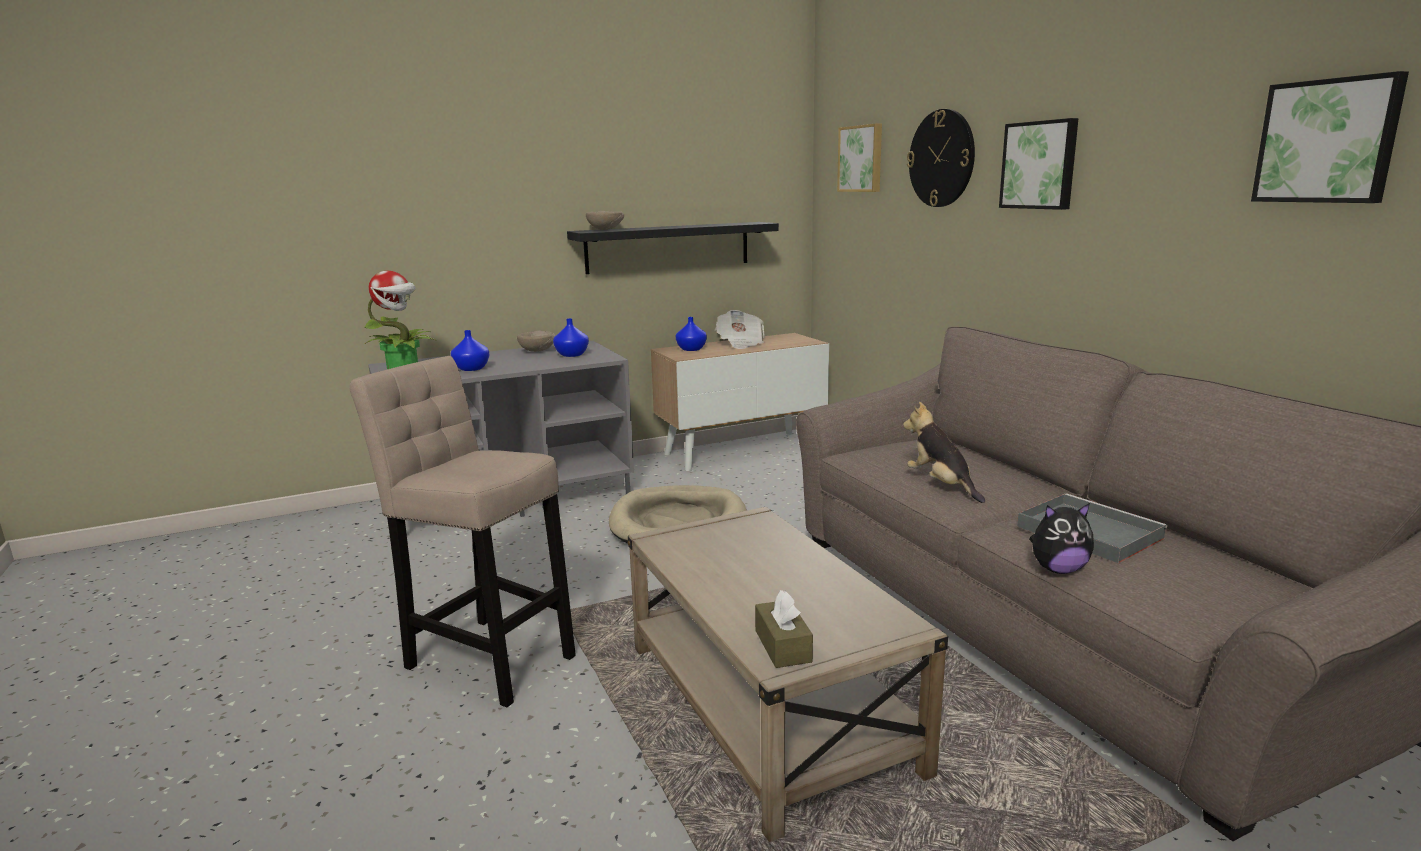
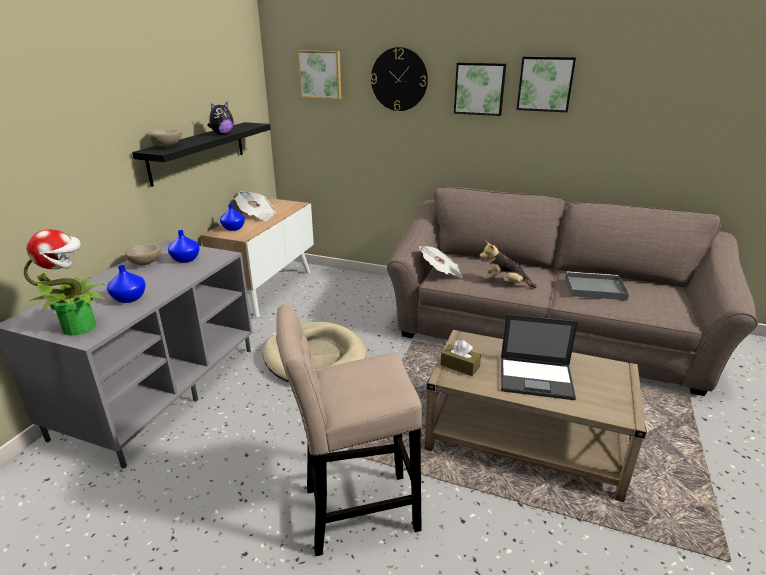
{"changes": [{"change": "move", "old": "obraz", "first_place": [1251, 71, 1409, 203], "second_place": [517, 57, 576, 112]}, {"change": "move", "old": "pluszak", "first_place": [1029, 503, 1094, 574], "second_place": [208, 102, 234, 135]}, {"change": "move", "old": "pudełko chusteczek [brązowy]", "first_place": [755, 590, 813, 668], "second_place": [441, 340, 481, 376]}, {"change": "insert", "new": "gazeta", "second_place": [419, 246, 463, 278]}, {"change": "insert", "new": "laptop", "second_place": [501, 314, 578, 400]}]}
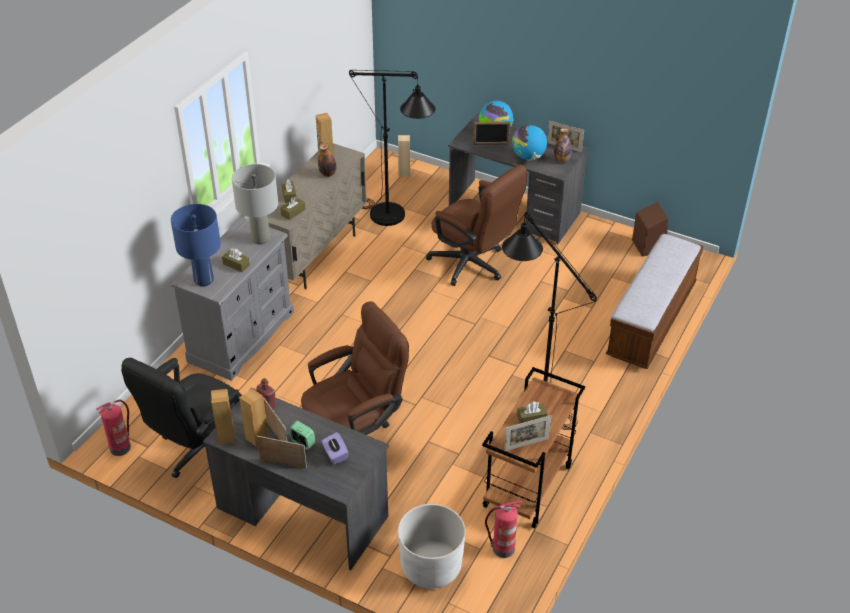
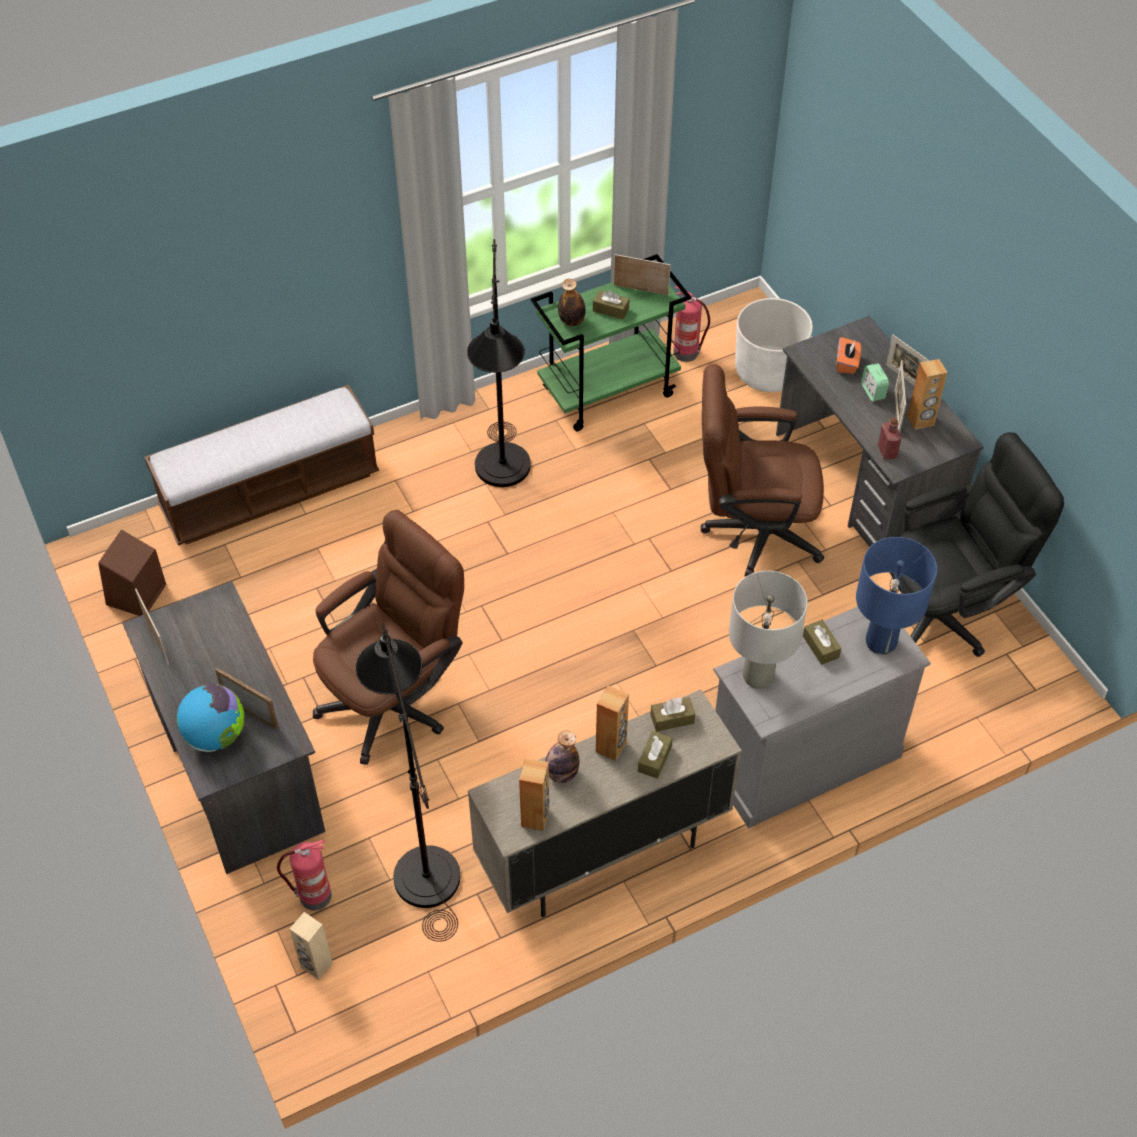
{"changes": [{"change": "delete", "old": "globus", "first_place": [512, 125, 547, 161]}, {"change": "move", "old": "butelka", "first_place": [554, 128, 572, 163], "second_place": [558, 279, 586, 326]}, {"change": "rotate", "old": "krzesło biurowe [brązowy]", "first_place": [426, 165, 528, 286], "second_place": [313, 510, 464, 765], "degrees": 60}, {"change": "recolor", "old": "wózek [brązowy]", "new": "wózek [zielony]", "first_place": [482, 367, 585, 528], "second_place": [531, 254, 691, 431]}, {"change": "move", "old": "głośnik [brązowy]", "first_place": [211, 389, 234, 445], "second_place": [596, 686, 629, 761]}, {"change": "move", "old": "gaśnica", "first_place": [96, 400, 131, 456], "second_place": [277, 840, 331, 910]}, {"change": "recolor", "old": "pudełko chusteczek [fioletowy]", "new": "pudełko chusteczek [pomarańczowy]", "first_place": [322, 432, 348, 465], "second_place": [837, 337, 861, 374]}]}
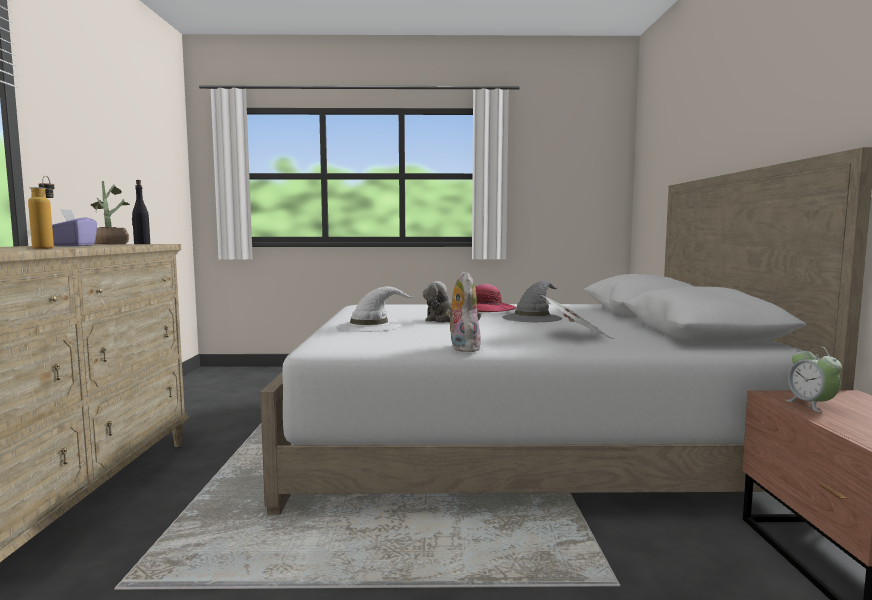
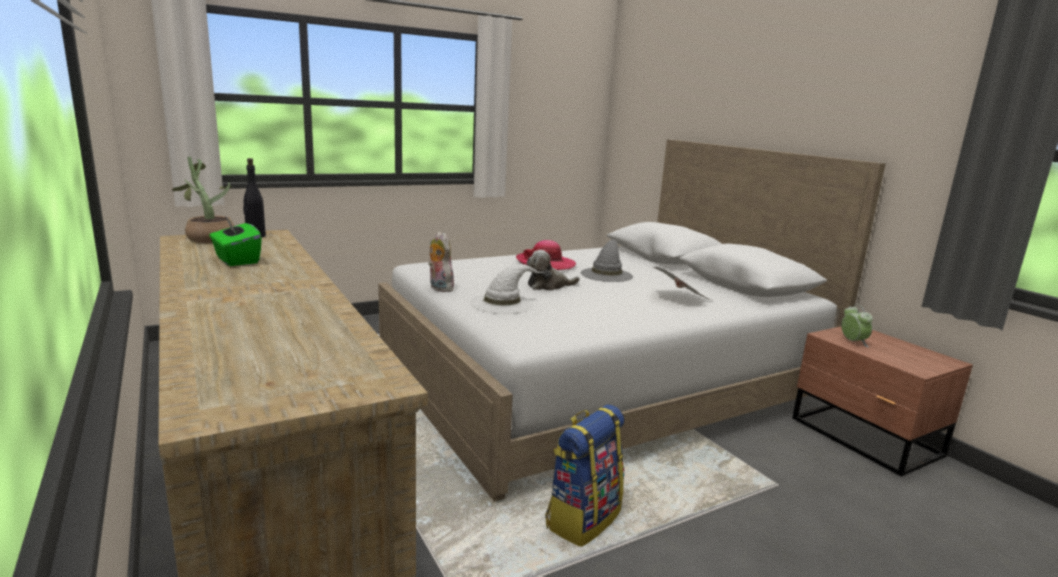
{"changes": [{"change": "delete", "old": "butelka", "first_place": [28, 176, 55, 249]}, {"change": "recolor", "old": "pudełko chusteczek [fioletowy]", "new": "pudełko chusteczek [zielony]", "first_place": [52, 209, 97, 246], "second_place": [209, 216, 262, 266]}, {"change": "move", "old": "pluszak", "first_place": [446, 271, 481, 352], "second_place": [428, 232, 456, 292]}, {"change": "rotate", "old": "budzik", "first_place": [786, 345, 842, 412], "second_place": [841, 304, 873, 348], "degrees": -150}, {"change": "insert", "new": "plecak", "second_place": [545, 404, 624, 547]}]}
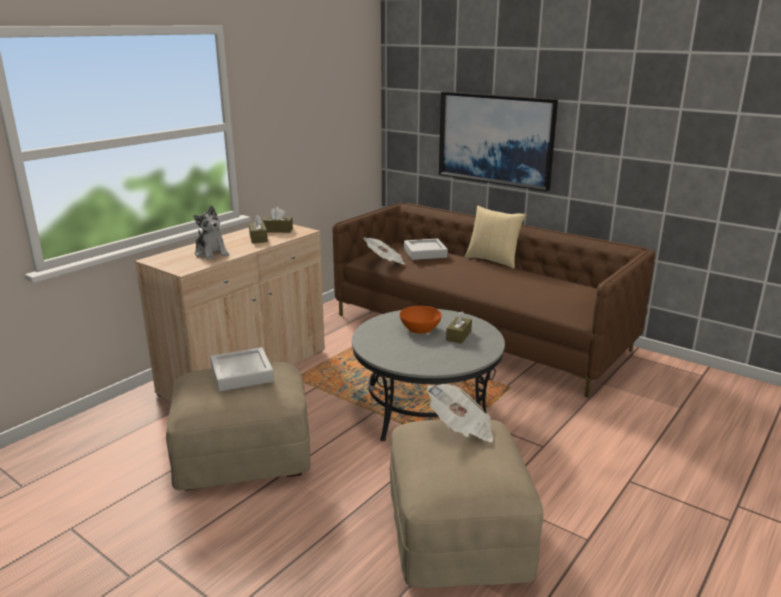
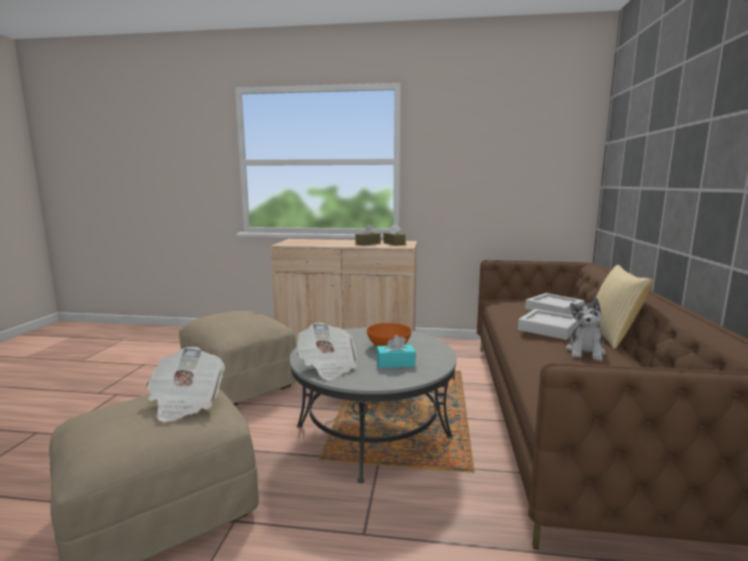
{"changes": [{"change": "delete", "old": "obraz", "first_place": [439, 91, 558, 191]}, {"change": "move", "old": "pluszak", "first_place": [193, 205, 229, 260], "second_place": [566, 298, 606, 361]}, {"change": "move", "old": "gazeta", "first_place": [363, 238, 405, 265], "second_place": [296, 323, 358, 380]}, {"change": "recolor", "old": "pudełko chusteczek [brązowy]", "new": "pudełko chusteczek [turkusowy]", "first_place": [446, 312, 472, 344], "second_place": [377, 335, 416, 368]}, {"change": "move", "old": "taca [szary]", "first_place": [210, 347, 274, 392], "second_place": [518, 309, 580, 340]}]}
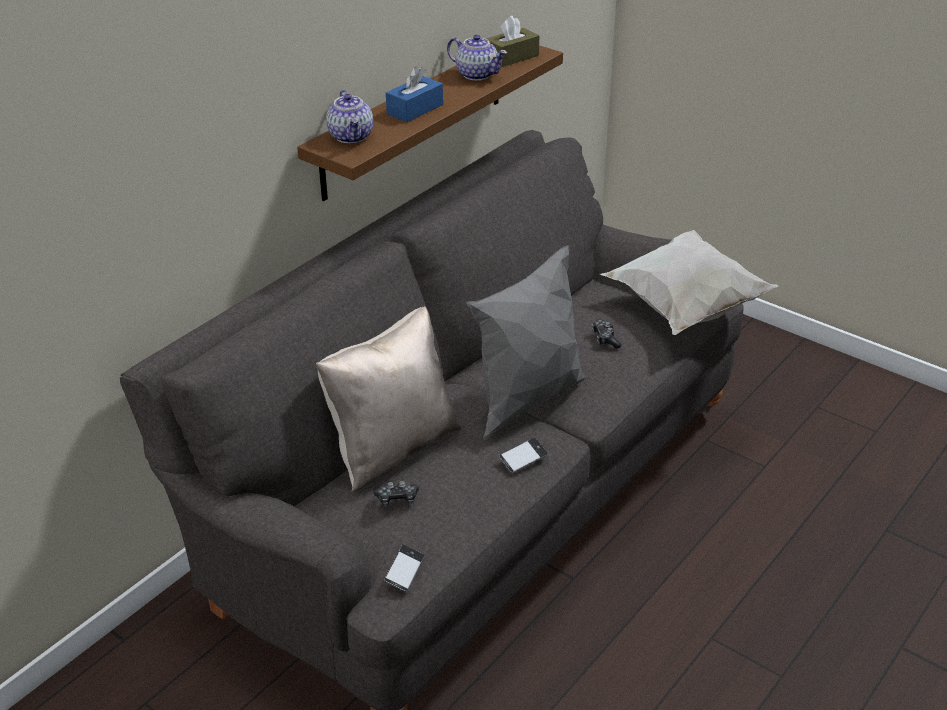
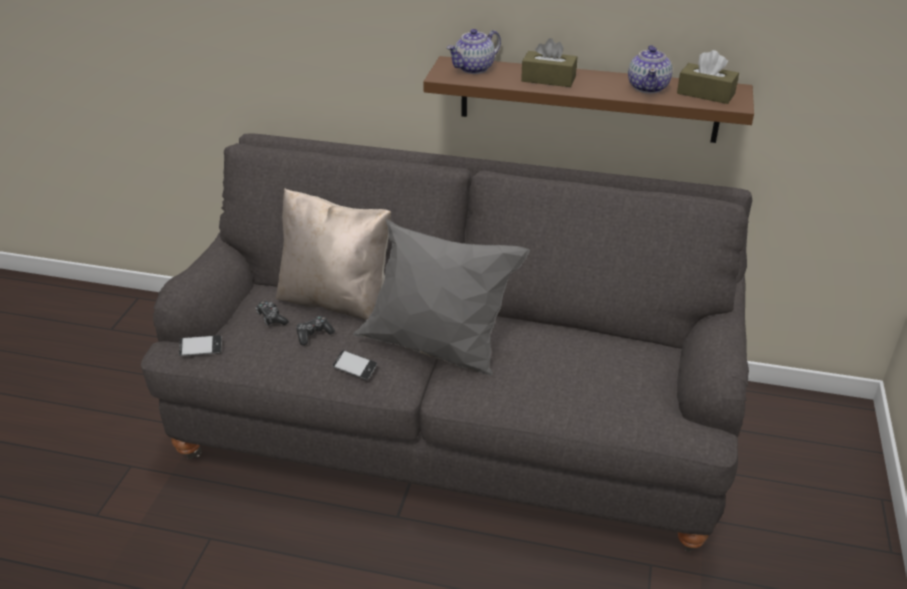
{"changes": [{"change": "recolor", "old": "pudełko chusteczek [niebieski]", "new": "pudełko chusteczek [brązowy]", "first_place": [386, 67, 443, 122], "second_place": [521, 38, 577, 87]}, {"change": "delete", "old": "poduszka [biały]", "first_place": [600, 230, 778, 335]}, {"change": "move", "old": "pad do gier", "first_place": [592, 319, 621, 349], "second_place": [296, 316, 335, 345]}]}
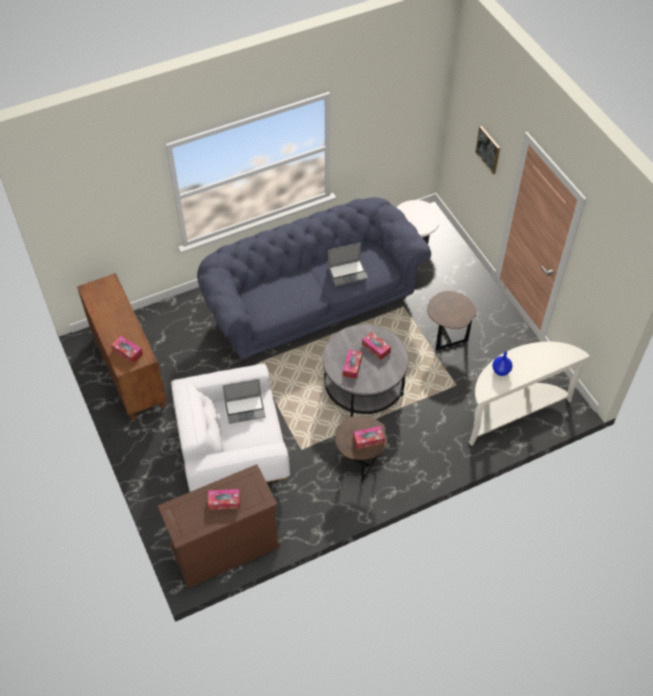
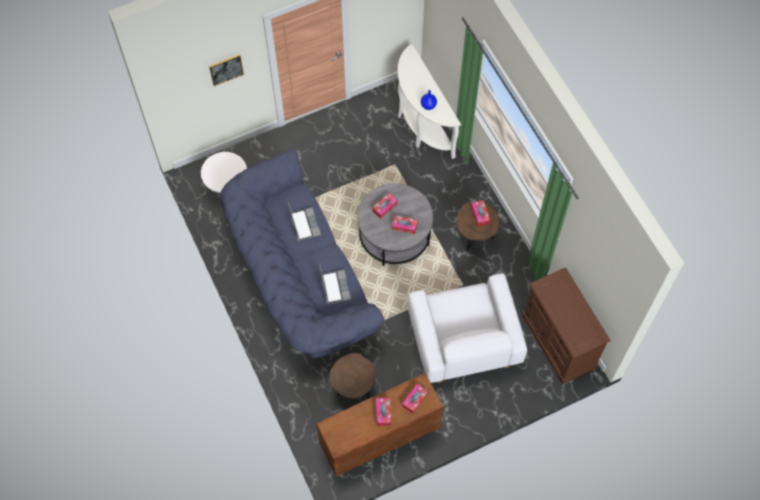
{"changes": [{"change": "move", "old": "stolik [brązowy]", "first_place": [427, 291, 477, 350], "second_place": [330, 353, 376, 399]}, {"change": "move", "old": "laptop", "first_place": [222, 379, 266, 424], "second_place": [319, 264, 351, 304]}, {"change": "move", "old": "pudełko chusteczek", "first_place": [208, 489, 240, 510], "second_place": [376, 397, 391, 426]}]}
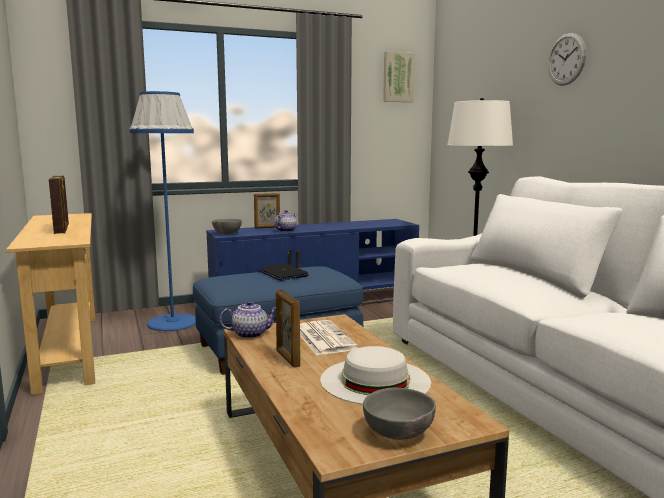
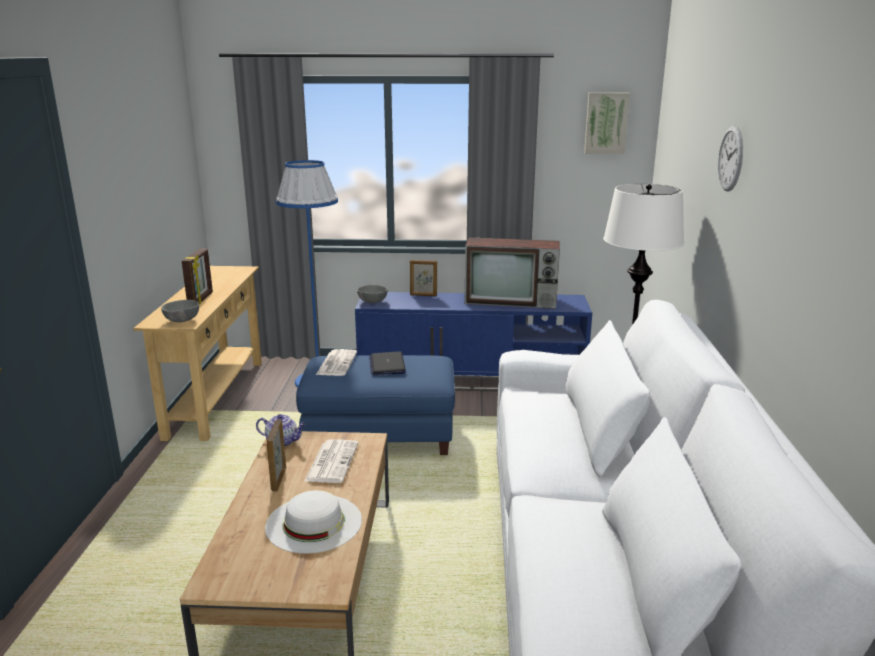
{"changes": [{"change": "delete", "old": "imbryk", "first_place": [274, 210, 297, 232]}, {"change": "move", "old": "miska [szary]", "first_place": [363, 388, 436, 440], "second_place": [161, 300, 199, 322]}, {"change": "insert", "new": "telewizor", "second_place": [465, 237, 560, 309]}, {"change": "insert", "new": "gazeta", "second_place": [316, 349, 357, 376]}]}
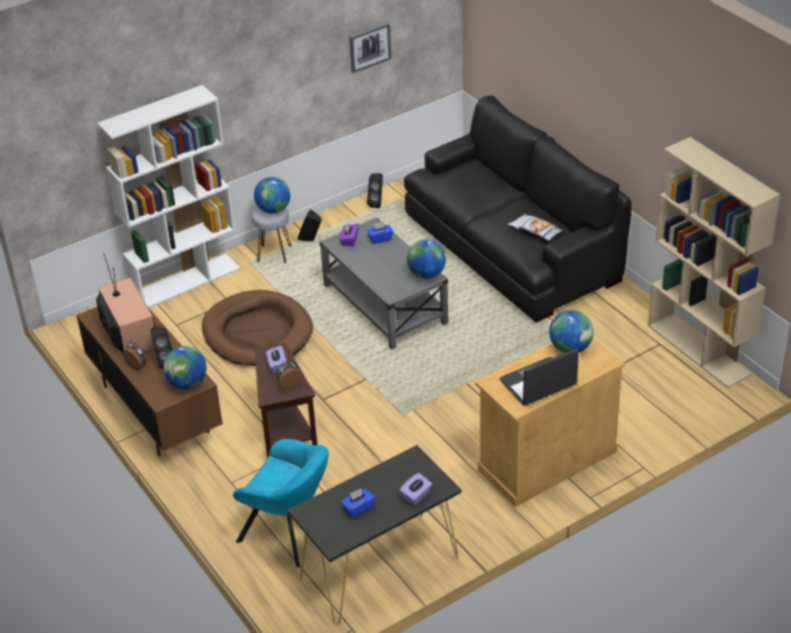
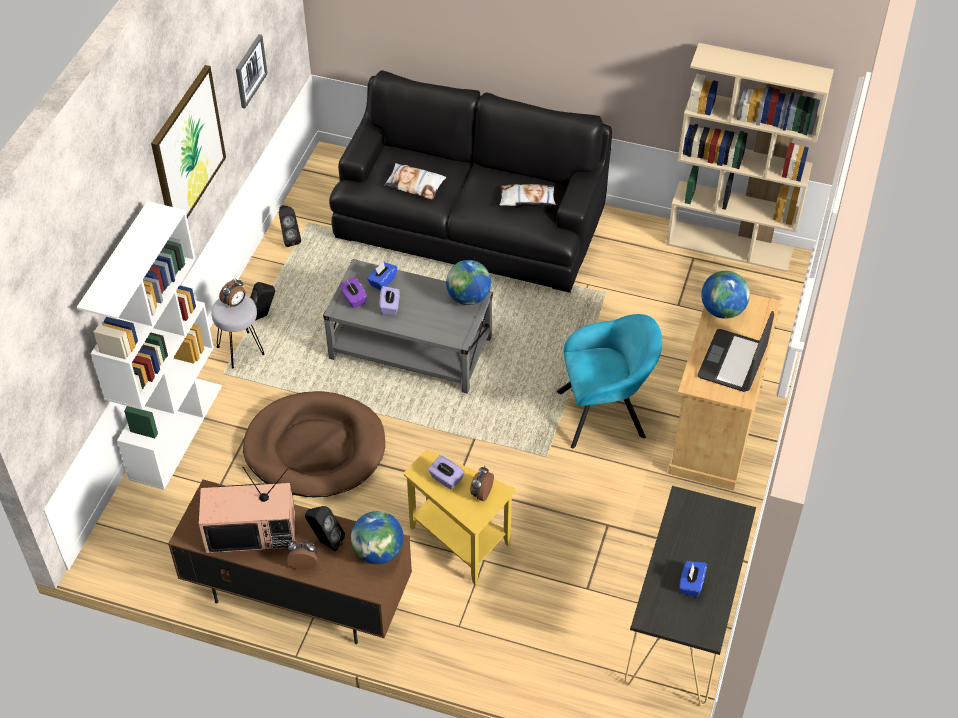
{"changes": [{"change": "replace", "old": "globus", "new": "budzik", "first_place": [254, 177, 290, 214], "second_place": [219, 278, 246, 308]}, {"change": "rotate", "old": "telewizor", "first_place": [96, 253, 155, 352], "second_place": [199, 467, 295, 553], "degrees": 150}, {"change": "recolor", "old": "stolik [brązowy]", "new": "stolik [żółty]", "first_place": [255, 343, 317, 458], "second_place": [404, 449, 516, 584]}, {"change": "move", "old": "fotel [turkusowy]", "first_place": [233, 439, 329, 567], "second_place": [556, 314, 662, 448]}, {"change": "move", "old": "pudełko chusteczek [fioletowy]", "first_place": [399, 473, 432, 505], "second_place": [379, 286, 400, 315]}, {"change": "insert", "new": "obraz", "second_place": [151, 65, 226, 218]}, {"change": "insert", "new": "poduszka", "second_place": [384, 163, 446, 199]}]}
